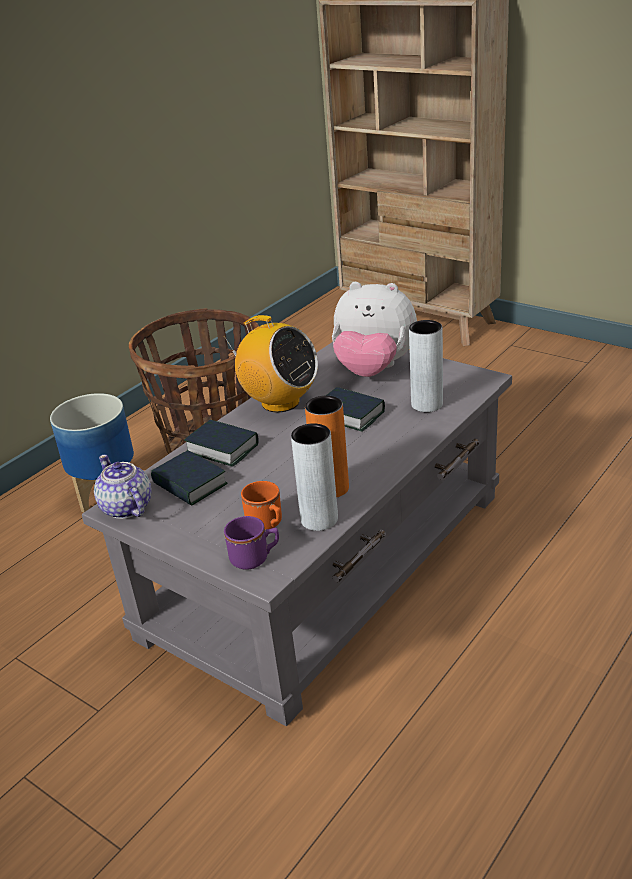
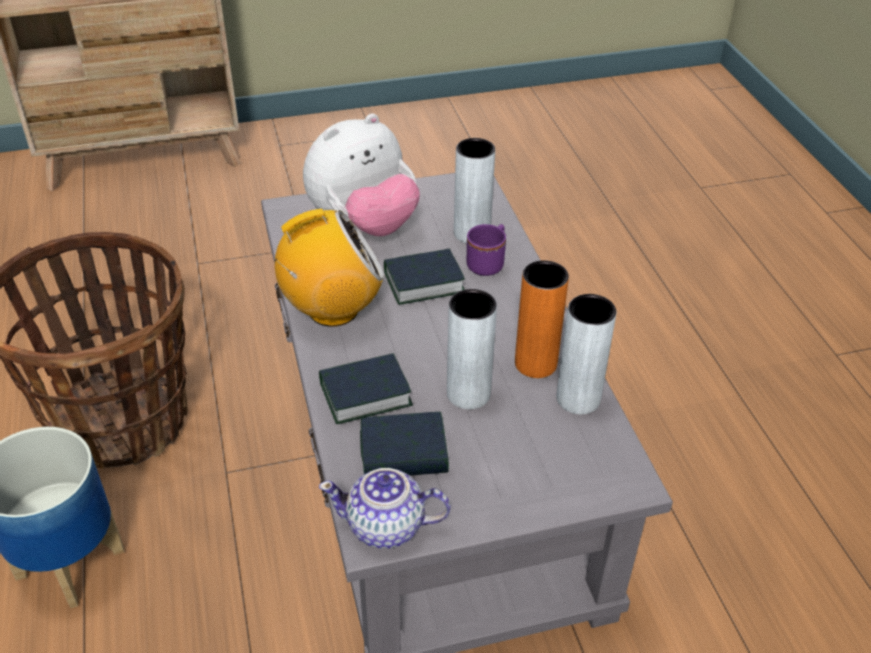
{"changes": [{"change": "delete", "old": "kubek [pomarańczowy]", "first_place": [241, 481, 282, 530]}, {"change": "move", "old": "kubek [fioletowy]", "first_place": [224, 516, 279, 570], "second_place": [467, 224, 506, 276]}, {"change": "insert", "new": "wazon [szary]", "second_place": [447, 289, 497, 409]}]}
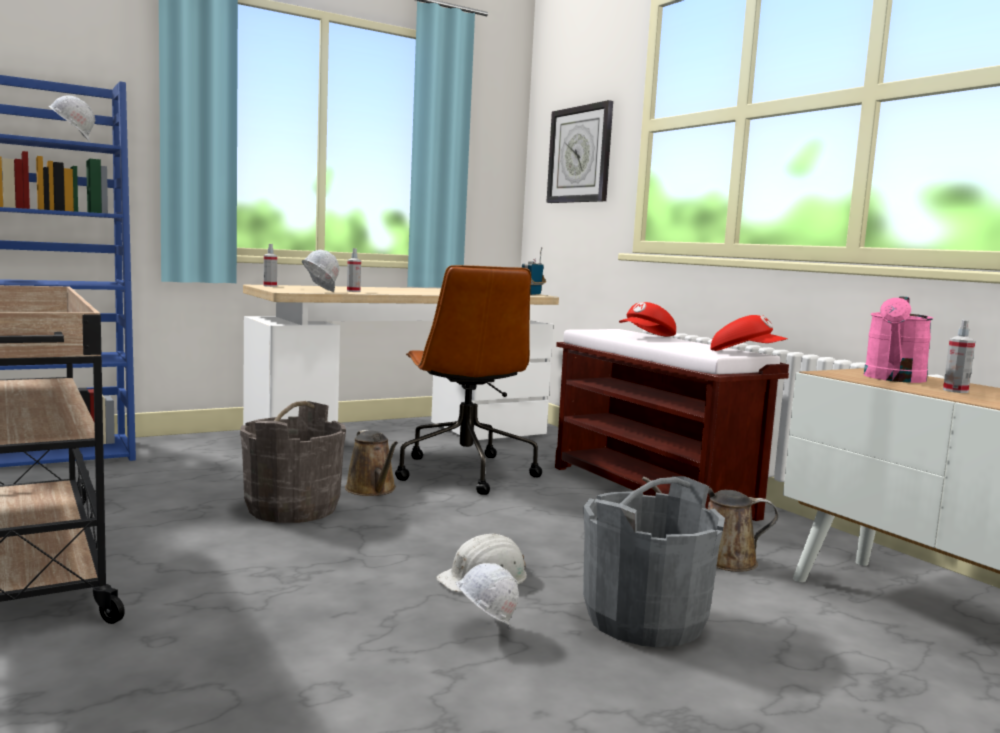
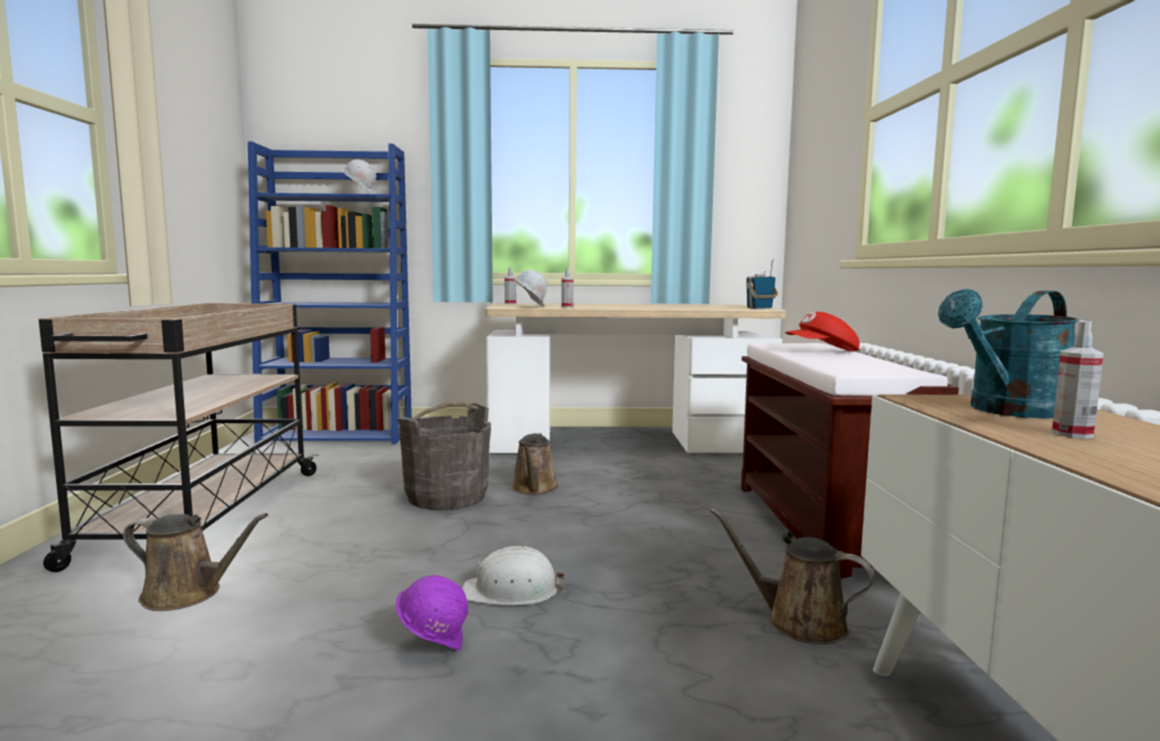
{"changes": [{"change": "delete", "old": "zegar ścienny", "first_place": [546, 100, 613, 203]}, {"change": "delete", "old": "krzesło biurowe [brązowy]", "first_place": [395, 265, 542, 495]}, {"change": "recolor", "old": "konewka [różowy]", "new": "konewka [turkusowy]", "first_place": [864, 296, 933, 383], "second_place": [938, 289, 1079, 419]}, {"change": "delete", "old": "czapka z daszkiem [czerwony]", "first_place": [711, 315, 788, 351]}, {"change": "delete", "old": "wiadro [szary]", "first_place": [583, 476, 725, 647]}, {"change": "recolor", "old": "kask [biały]", "new": "kask [fioletowy]", "first_place": [456, 563, 519, 629], "second_place": [396, 575, 468, 651]}, {"change": "insert", "new": "konewka [brązowy]", "second_place": [123, 513, 268, 611]}]}
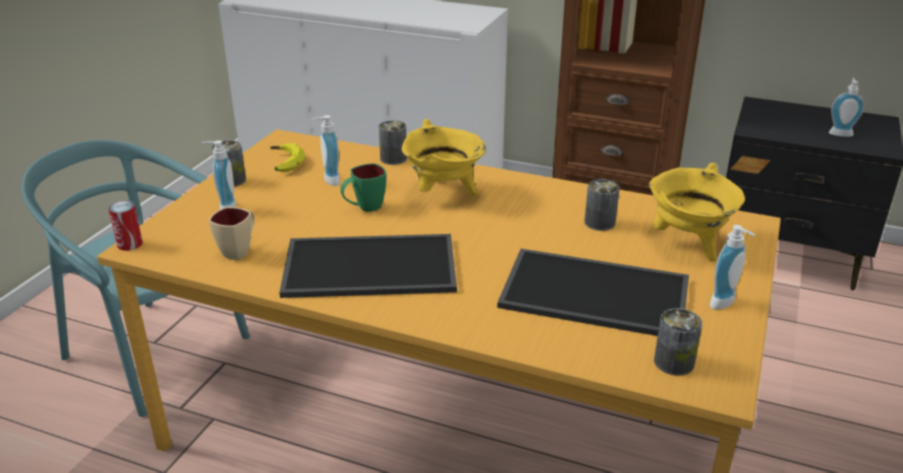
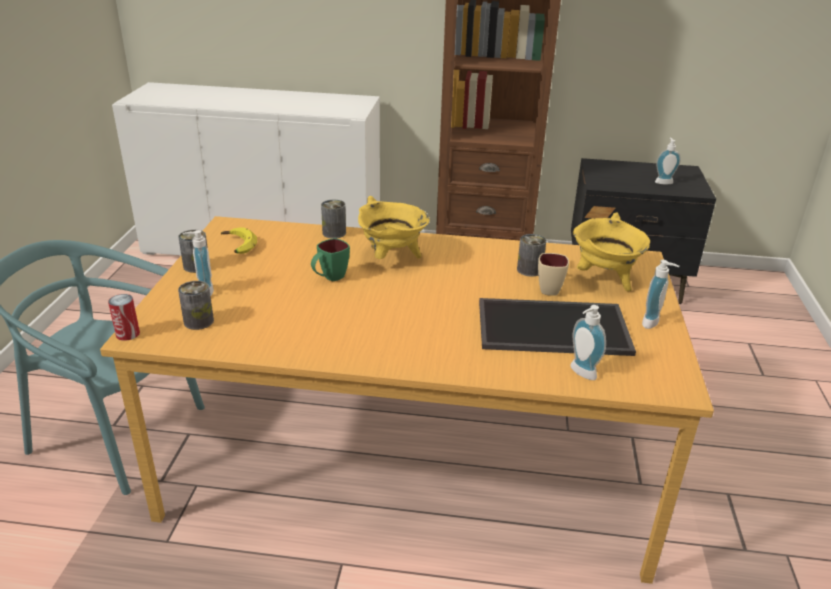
{"changes": [{"change": "move", "old": "dozownik mydła", "first_place": [312, 115, 340, 186], "second_place": [571, 305, 606, 380]}, {"change": "move", "old": "kubek [beżowy]", "first_place": [209, 207, 255, 260], "second_place": [538, 253, 569, 296]}, {"change": "delete", "old": "taca", "first_place": [279, 234, 457, 298]}, {"change": "move", "old": "puszka", "first_place": [654, 308, 702, 376], "second_place": [178, 281, 214, 330]}]}
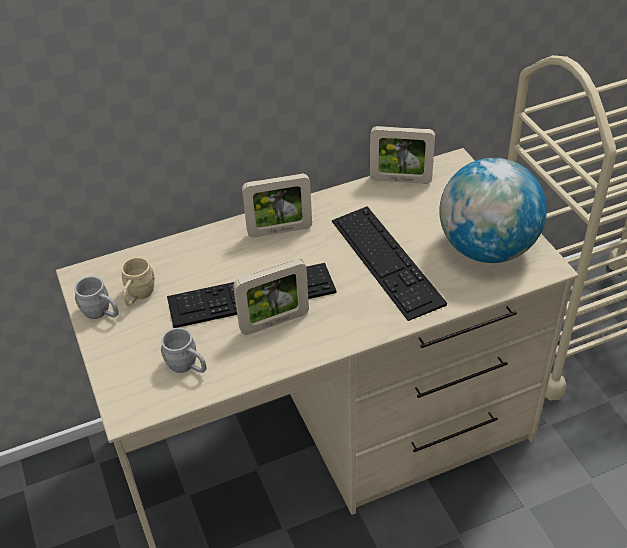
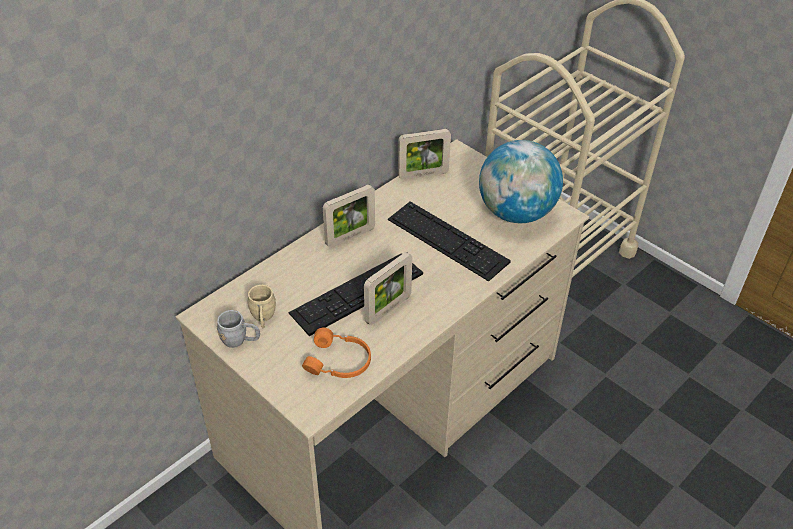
{"changes": [{"change": "replace", "old": "kubek [szary]", "new": "słuchawki [pomarańczowy]", "first_place": [161, 328, 206, 373], "second_place": [302, 328, 371, 378]}]}
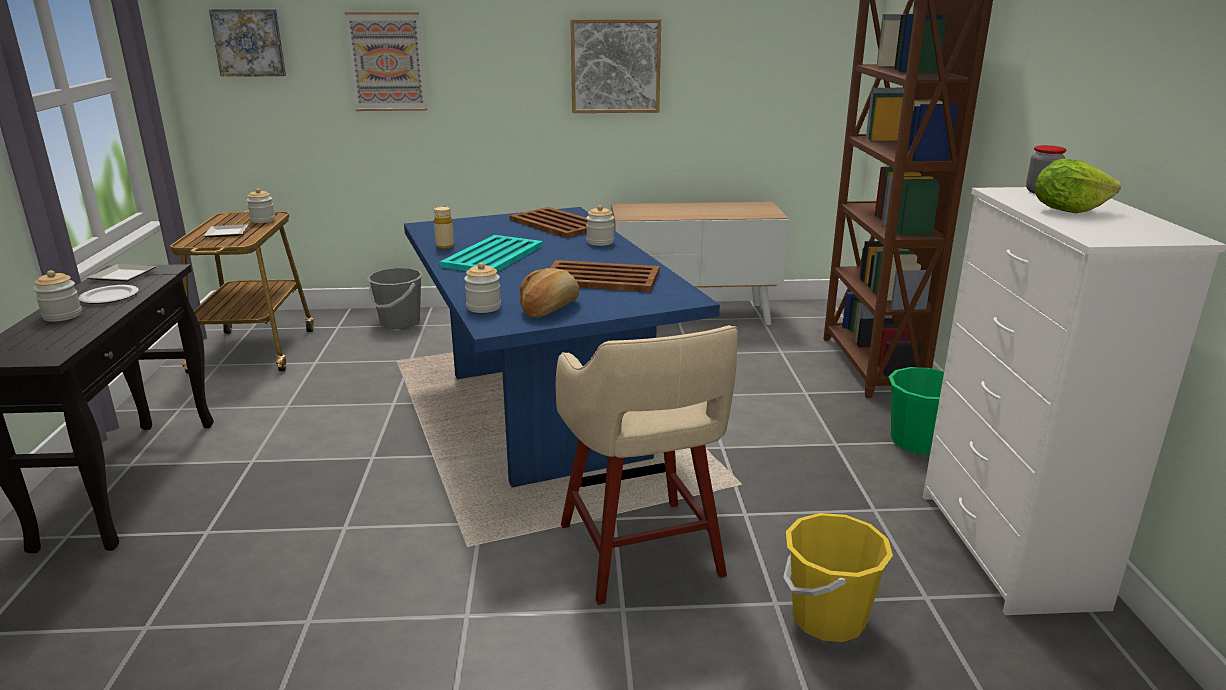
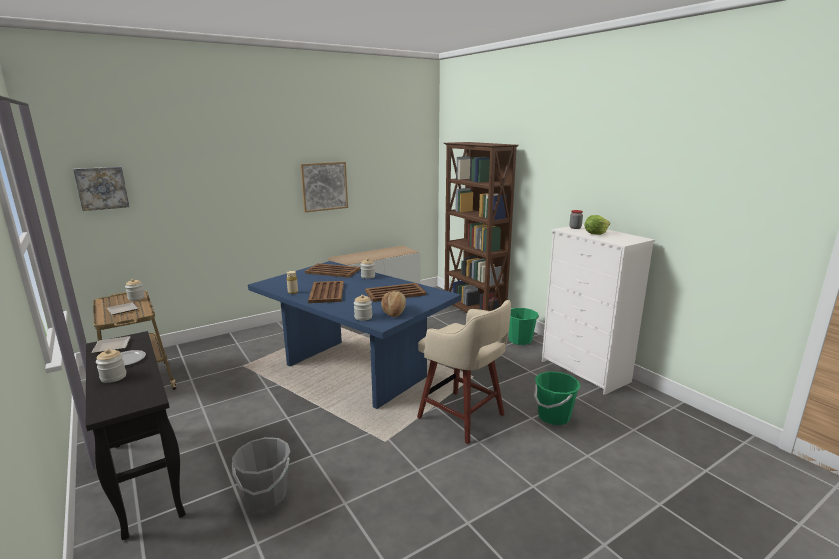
{"changes": [{"change": "delete", "old": "obraz", "first_place": [345, 12, 427, 111]}, {"change": "recolor", "old": "taca [turkusowy]", "new": "taca [brązowy]", "first_place": [440, 235, 543, 272], "second_place": [308, 281, 344, 303]}, {"change": "move", "old": "wiadro [szary]", "first_place": [367, 268, 423, 329], "second_place": [232, 437, 291, 510]}, {"change": "recolor", "old": "wiadro [żółty]", "new": "wiadro [zielony]", "first_place": [783, 513, 893, 642], "second_place": [534, 371, 581, 425]}]}
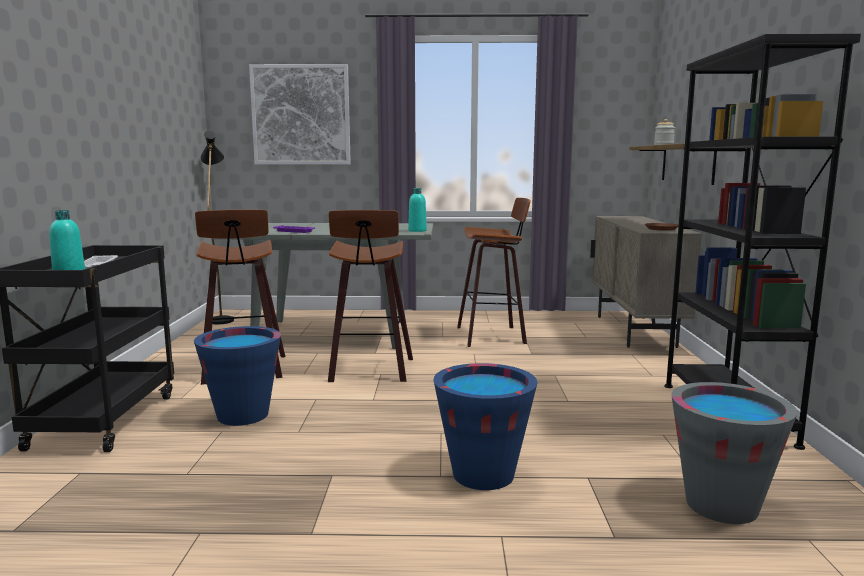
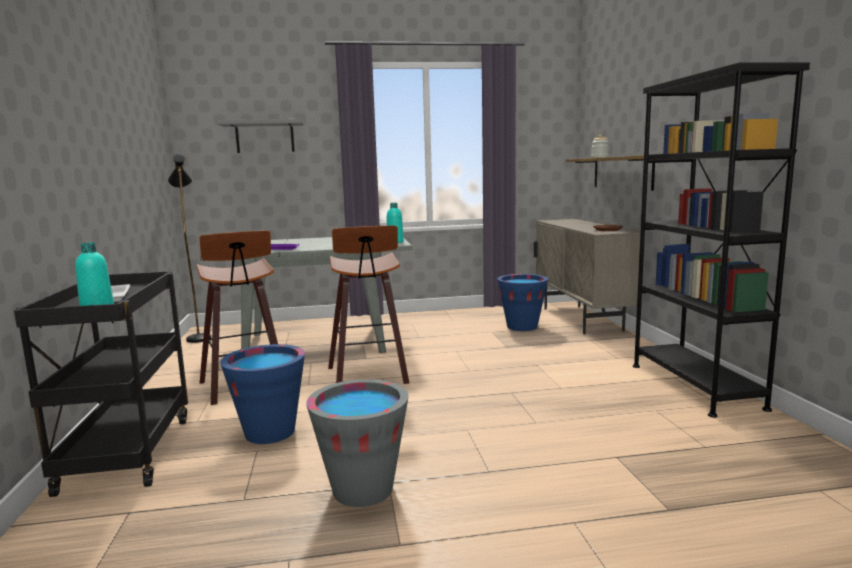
{"changes": [{"change": "replace", "old": "obraz", "new": "półka [szary]", "first_place": [249, 64, 351, 165], "second_place": [217, 119, 304, 153]}, {"change": "delete", "old": "stołek", "first_place": [457, 198, 531, 347]}, {"change": "move", "old": "wiadro [niebieski]", "first_place": [433, 363, 538, 490], "second_place": [497, 274, 548, 331]}, {"change": "move", "old": "wiadro [szary]", "first_place": [672, 382, 797, 524], "second_place": [306, 379, 409, 507]}]}
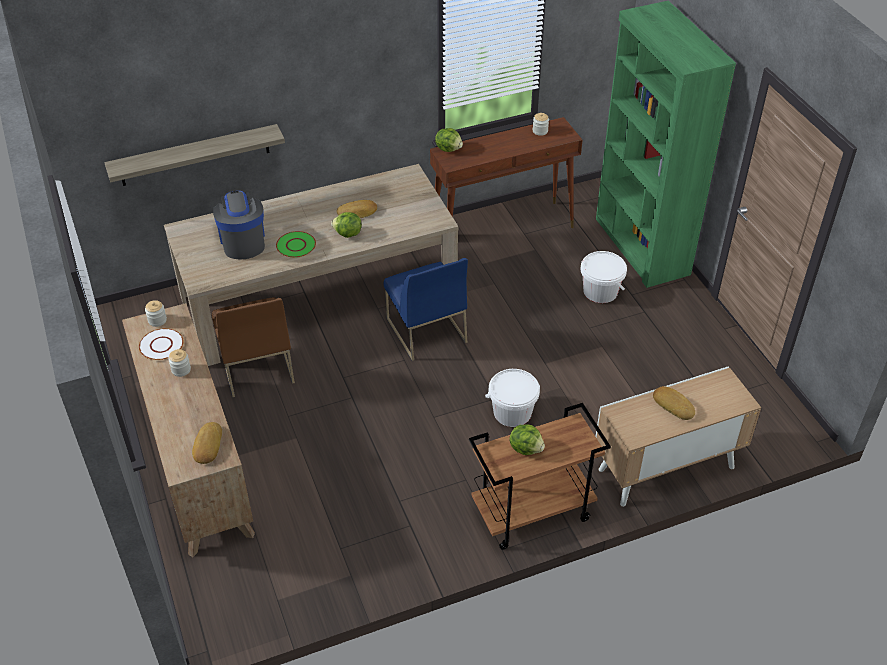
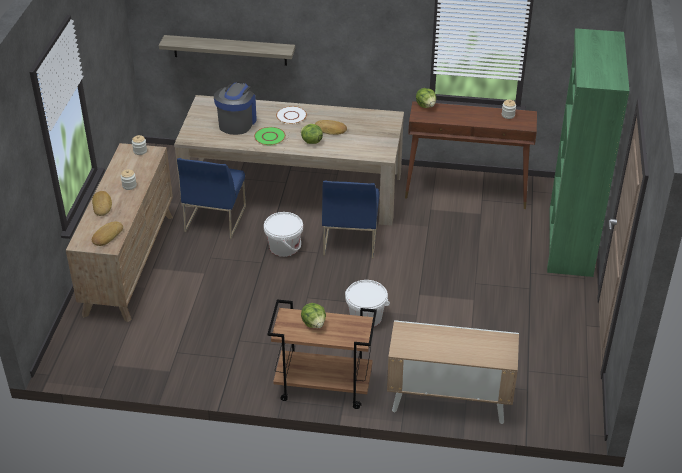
{"changes": [{"change": "move", "old": "wiadro [biały]", "first_place": [581, 251, 627, 303], "second_place": [264, 212, 303, 257]}, {"change": "recolor", "old": "krzesło [brązowy]", "new": "krzesło [niebieski]", "first_place": [212, 297, 295, 397], "second_place": [177, 158, 246, 239]}, {"change": "move", "old": "talerz [biały]", "first_place": [139, 328, 184, 360], "second_place": [276, 106, 307, 124]}, {"change": "move", "old": "chleb", "first_place": [653, 386, 695, 420], "second_place": [92, 191, 112, 216]}]}
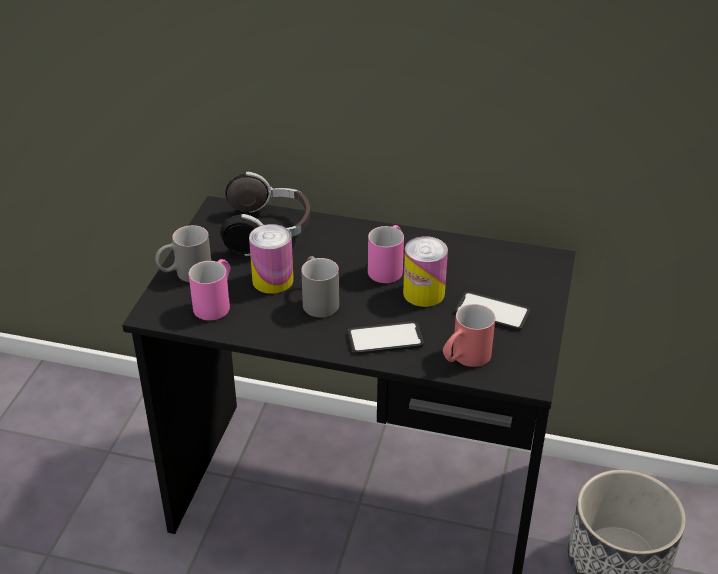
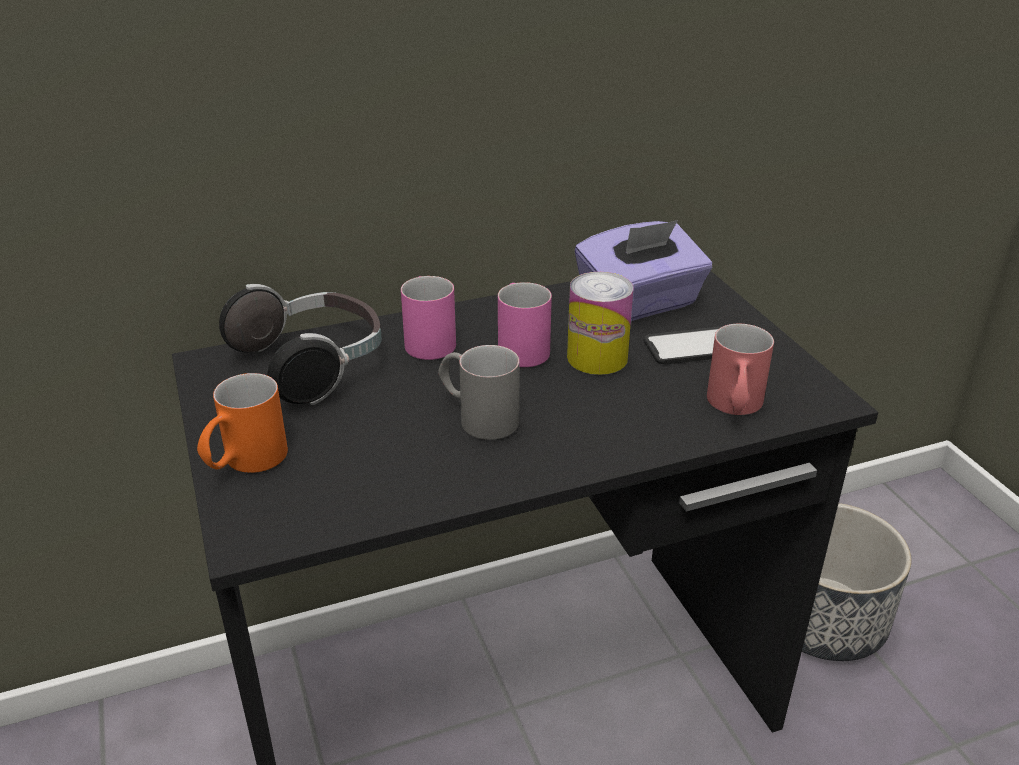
{"changes": [{"change": "delete", "old": "puszka", "first_place": [249, 224, 294, 294]}, {"change": "recolor", "old": "kubek [szary]", "new": "kubek [pomarańczowy]", "first_place": [155, 225, 211, 282], "second_place": [197, 373, 288, 473]}, {"change": "move", "old": "kubek [różowy]", "first_place": [189, 259, 231, 320], "second_place": [401, 276, 456, 360]}, {"change": "delete", "old": "telefon", "first_place": [347, 321, 424, 355]}, {"change": "insert", "new": "pudełko chusteczek [fioletowy]", "second_place": [575, 220, 712, 321]}]}
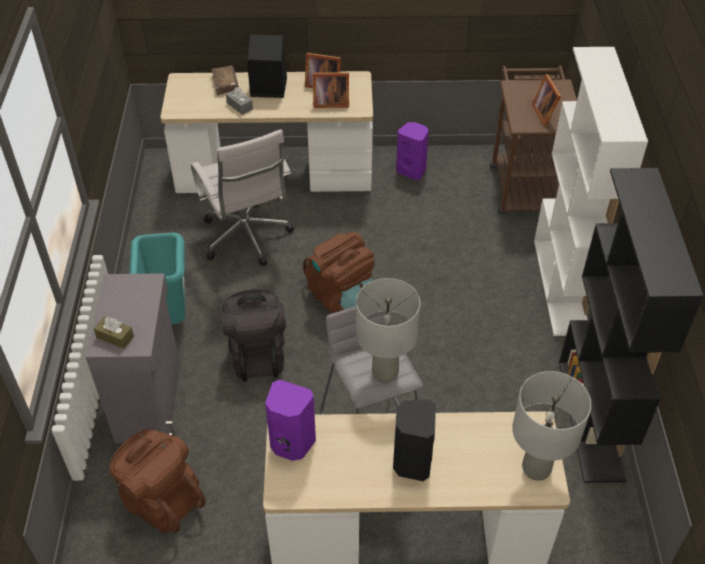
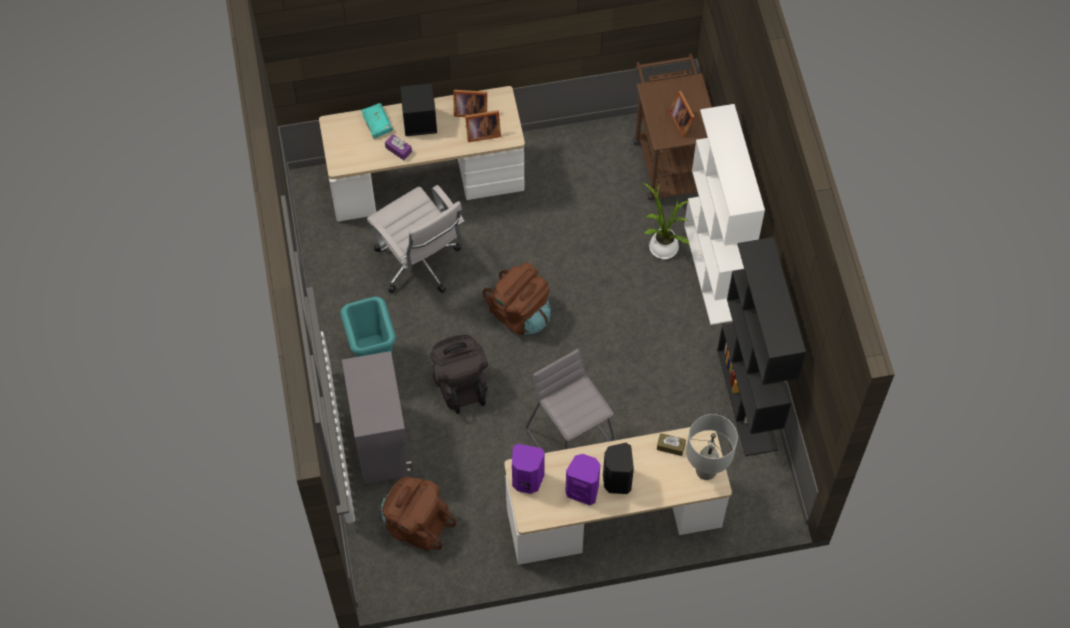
{"changes": [{"change": "recolor", "old": "książka [brązowy]", "new": "książka [turkusowy]", "first_place": [211, 66, 239, 95], "second_place": [361, 103, 393, 139]}, {"change": "recolor", "old": "pudełko chusteczek [szary]", "new": "pudełko chusteczek [fioletowy]", "first_place": [226, 87, 253, 115], "second_place": [385, 134, 412, 160]}, {"change": "move", "old": "głośnik [fioletowy]", "first_place": [396, 122, 429, 180], "second_place": [565, 454, 601, 505]}, {"change": "delete", "old": "lampa stołowa [szary]", "first_place": [356, 278, 420, 383]}, {"change": "move", "old": "pudełko chusteczek [brązowy]", "first_place": [94, 317, 134, 349], "second_place": [657, 433, 686, 456]}, {"change": "insert", "new": "roślina doniczkowa", "second_place": [643, 182, 690, 259]}]}
